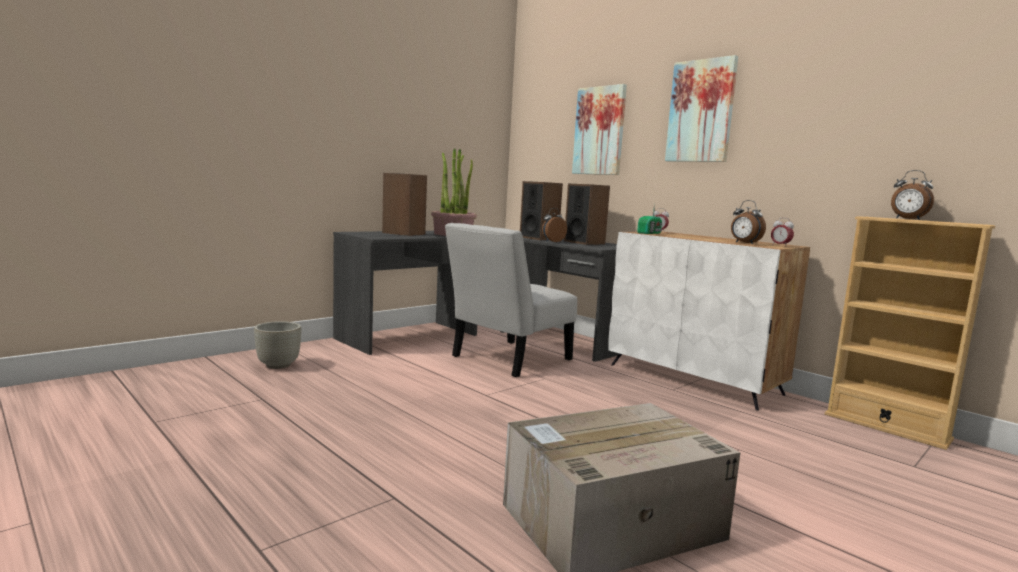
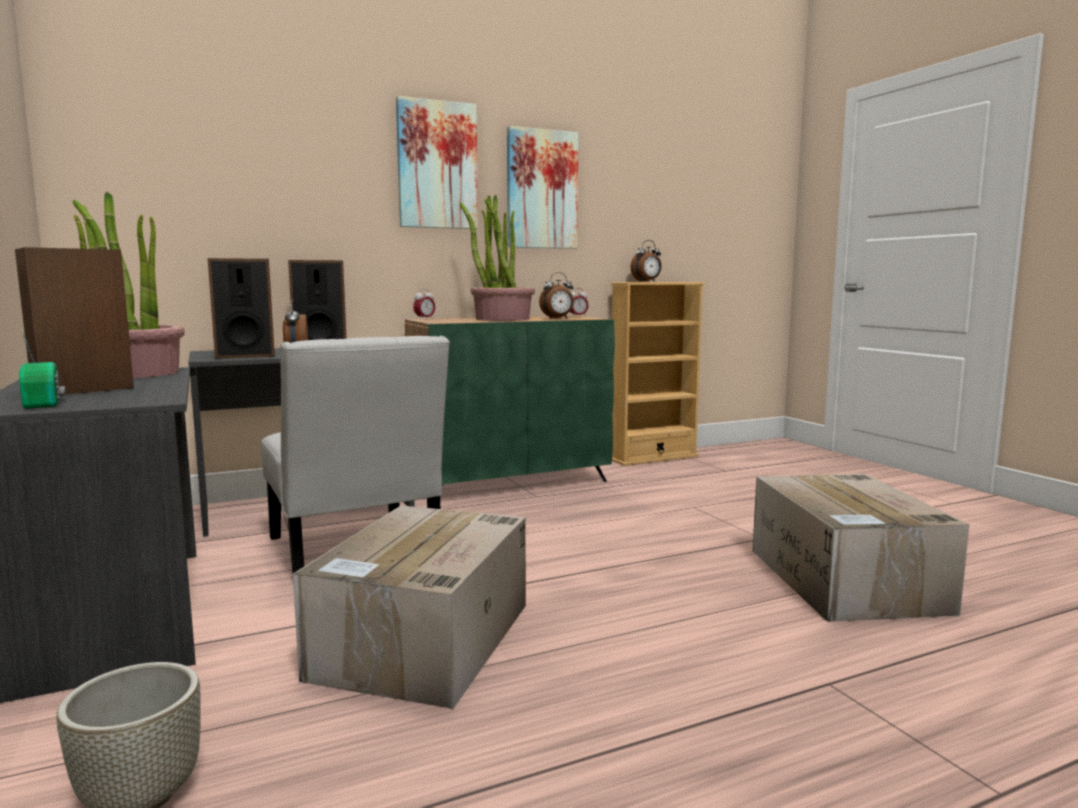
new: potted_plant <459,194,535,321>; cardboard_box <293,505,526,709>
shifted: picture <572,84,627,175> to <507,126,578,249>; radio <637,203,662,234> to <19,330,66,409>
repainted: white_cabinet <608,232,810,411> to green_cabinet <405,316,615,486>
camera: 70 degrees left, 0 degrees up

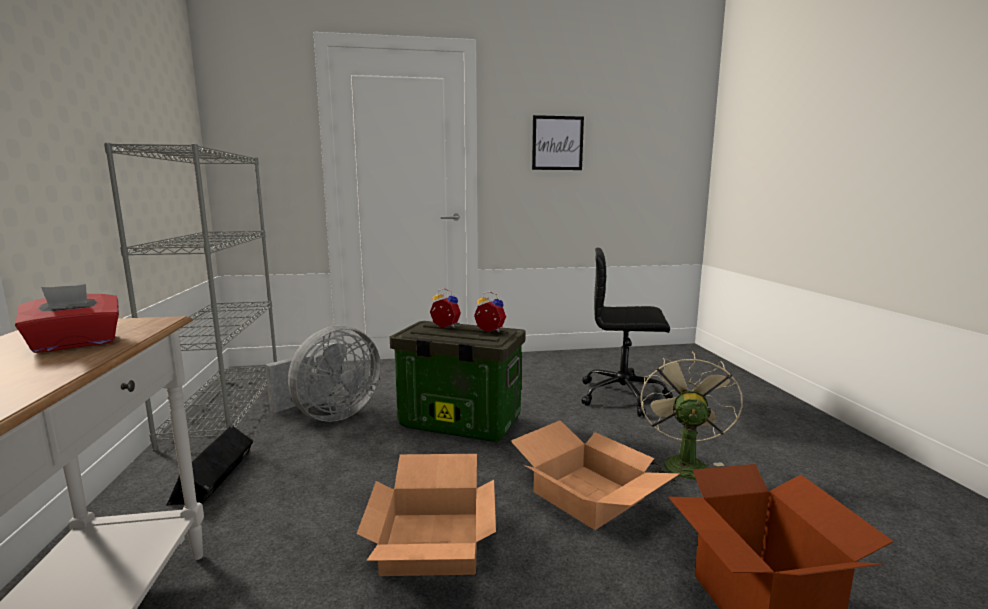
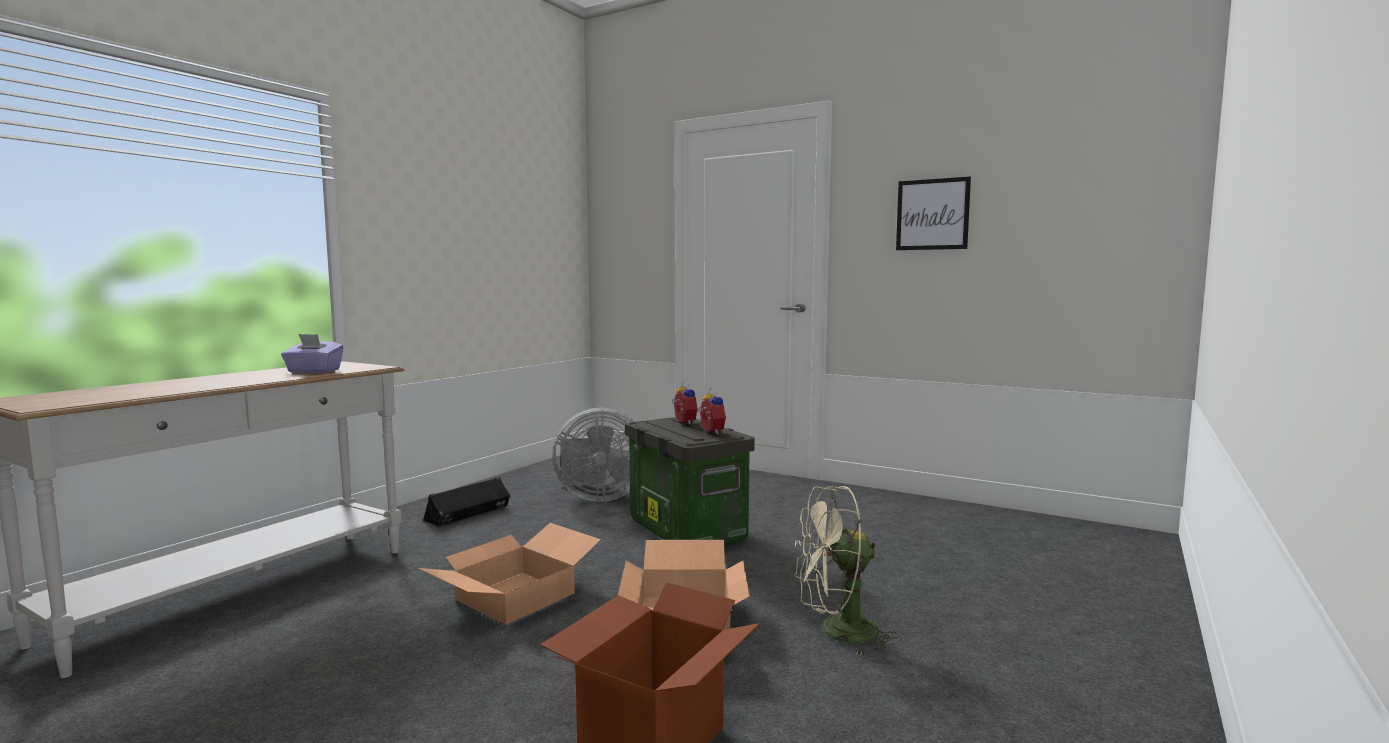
gone: grey_bookcase <104,143,277,451>; black_office_chair <582,248,673,417>
repainted: red_tissue_box <15,284,119,353> to purple_tissue_box <281,334,344,373>
rotated: beige_fan <640,352,743,485> = <795,486,899,656> 150 degrees counterclockwise
camera: 40 degrees right, 5 degrees down

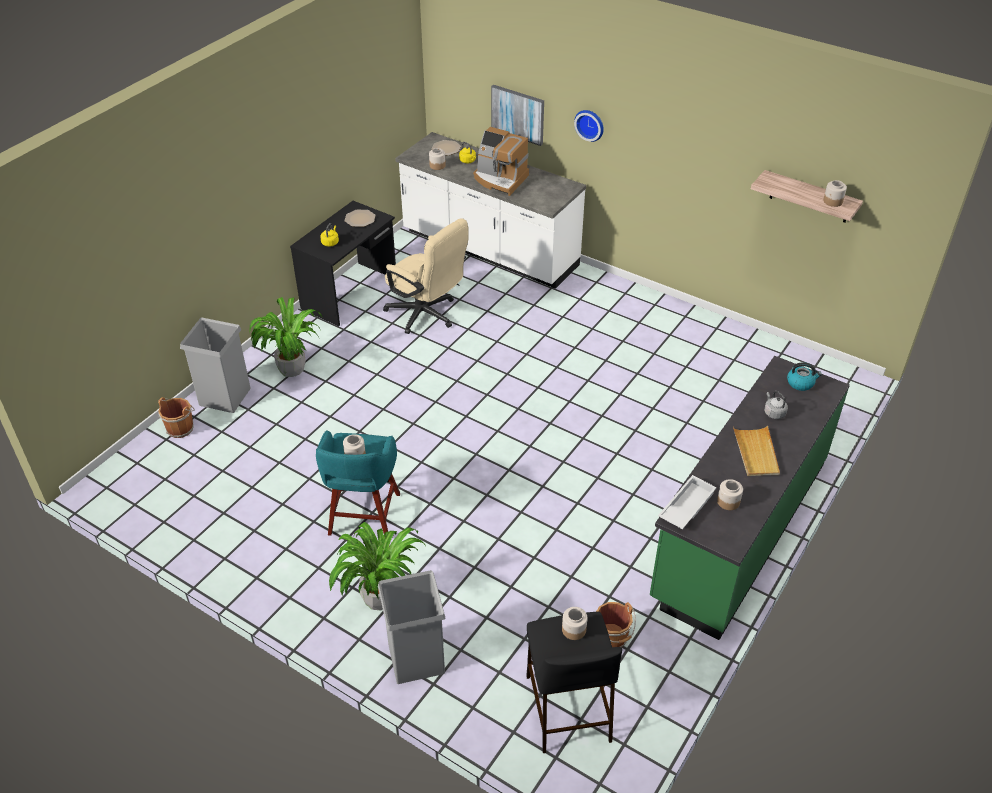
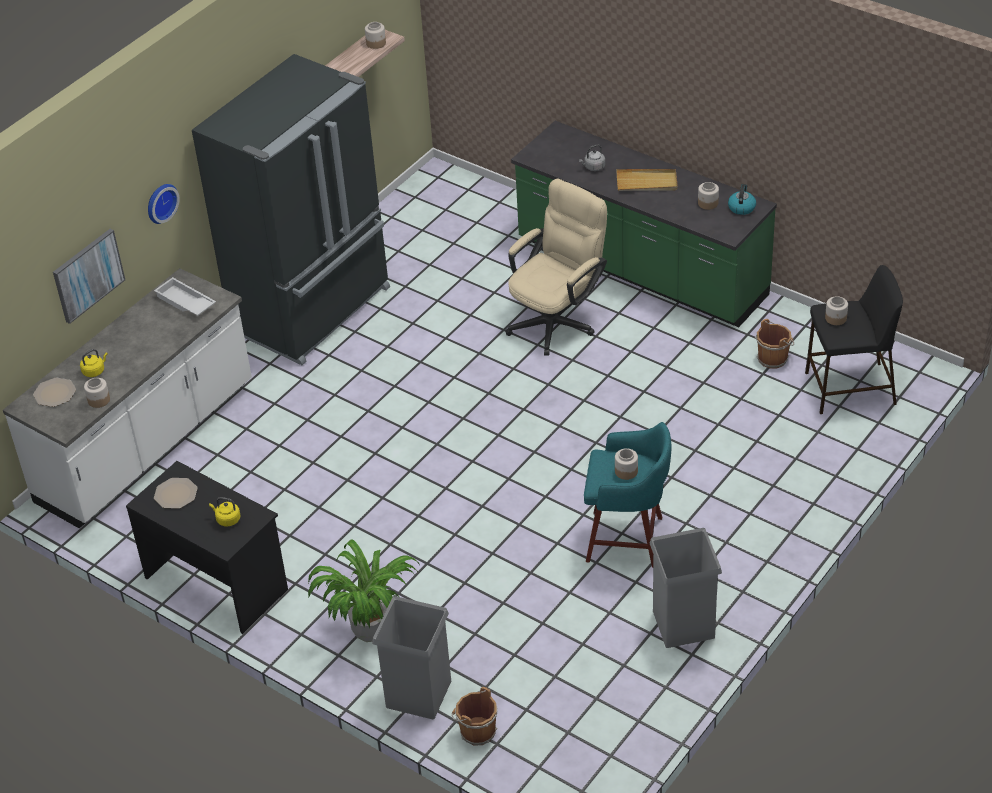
gone: coffee_machine <473,127,529,196>; potted_plant <329,522,426,610>
new: black_fridge <192,54,390,365>
shifted: beige_office_chair <383,218,469,334> to <505,179,607,356>; kettle <787,362,822,391> to <728,184,756,215>; white_tray <658,475,717,529> to <154,277,216,316>; grey_trash_can <378,570,445,684> to <650,528,722,648>
camera: 85 degrees left, 0 degrees up

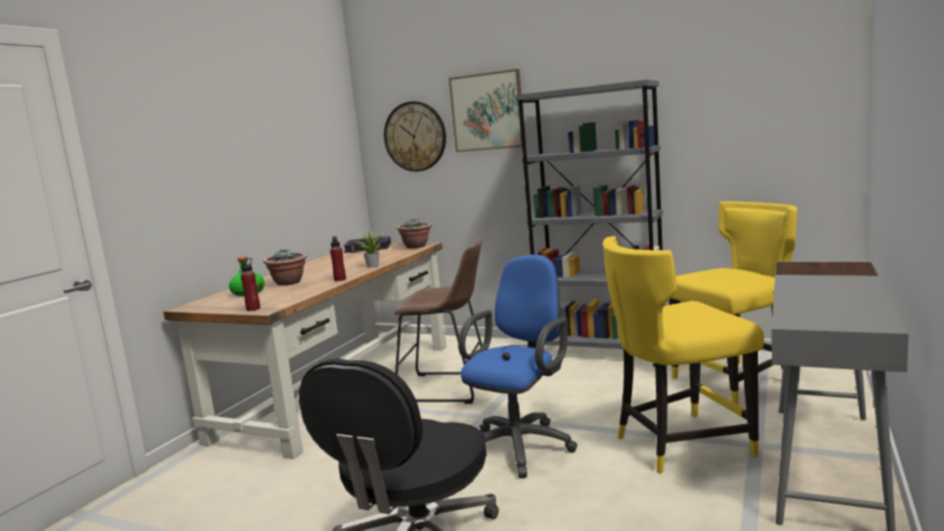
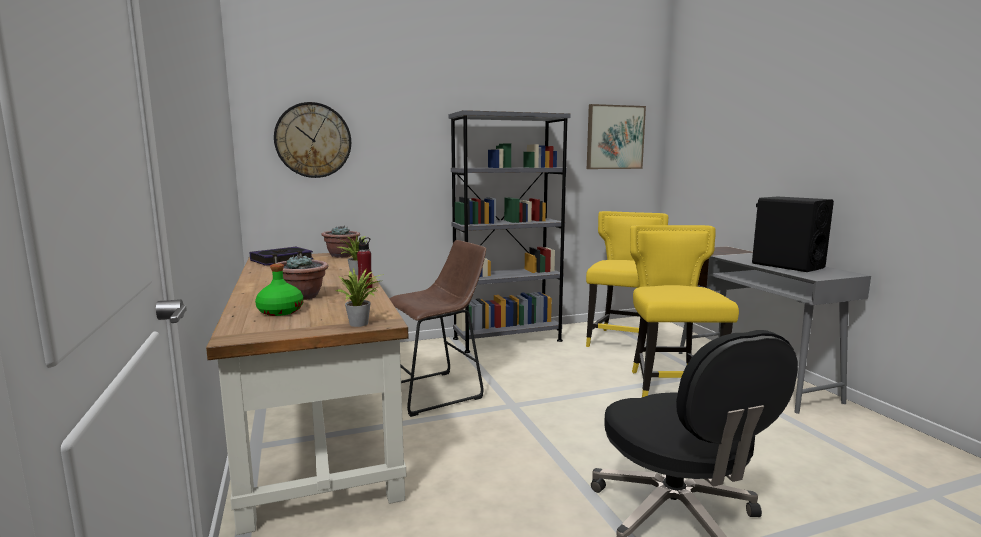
gone: blue_office_chair <458,255,577,478>
new: black_speaker <752,196,834,272>
shifted: picture <449,69,522,152> to <587,104,646,169>
swapped: red_bottle <241,258,260,311> to potted_plant <335,268,384,327>
rotated: yellow_chair <603,236,764,474> = <630,225,739,397> 150 degrees clockwise
camera: 45 degrees left, 0 degrees up

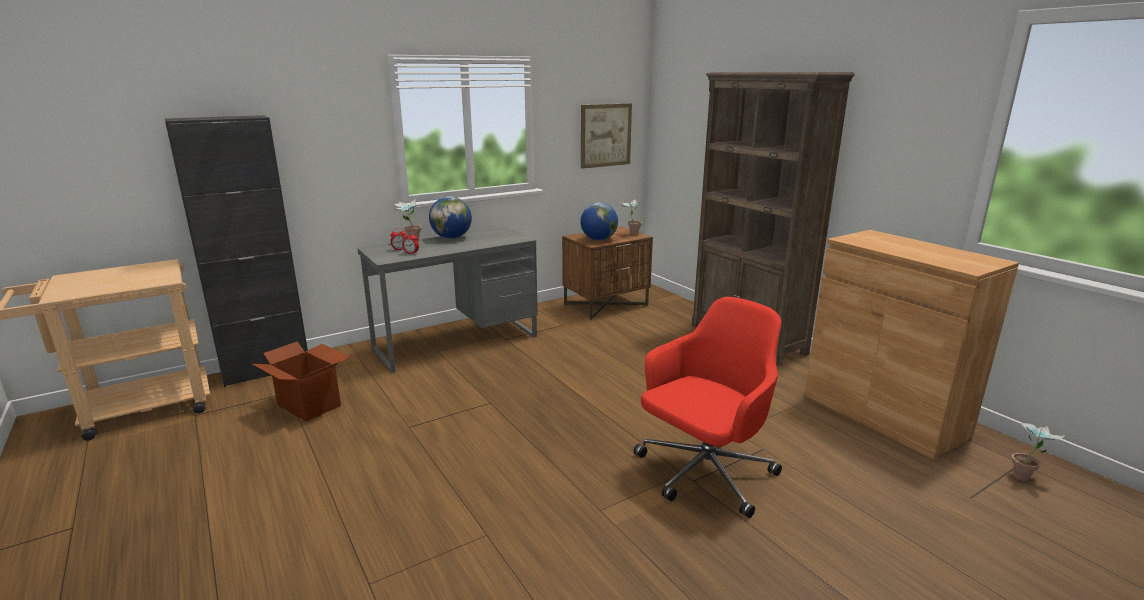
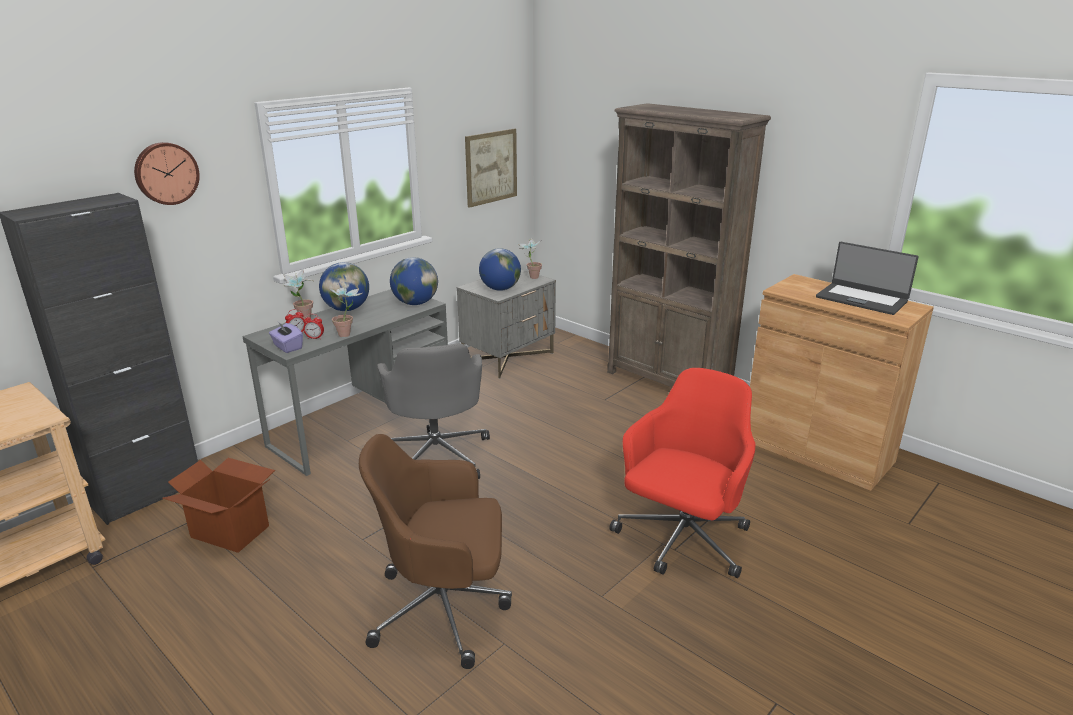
new: wall_clock <134,142,200,205>; laptop <816,242,919,315>; globe <390,257,438,305>; purple_tissue_box <269,322,303,353>; grey_office_chair <377,343,490,479>; brown_office_chair <359,434,512,669>
shifted: potted_plant <1012,423,1065,481> to <330,285,362,337>
repainted: brown_nightstand <562,227,653,320> to grey_nightstand <457,270,556,379>
camera: 15 degrees left, 5 degrees up

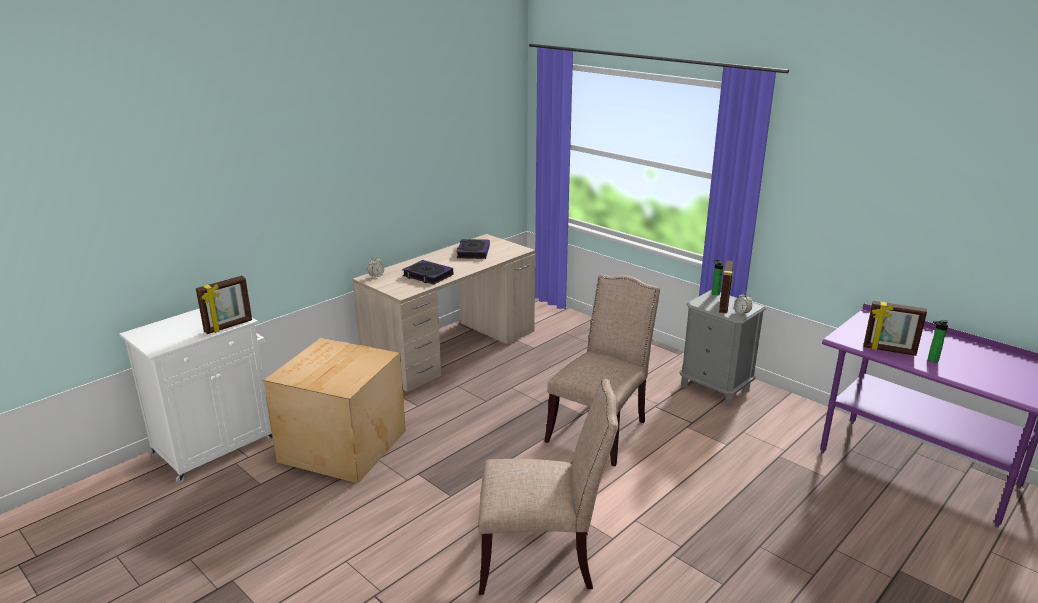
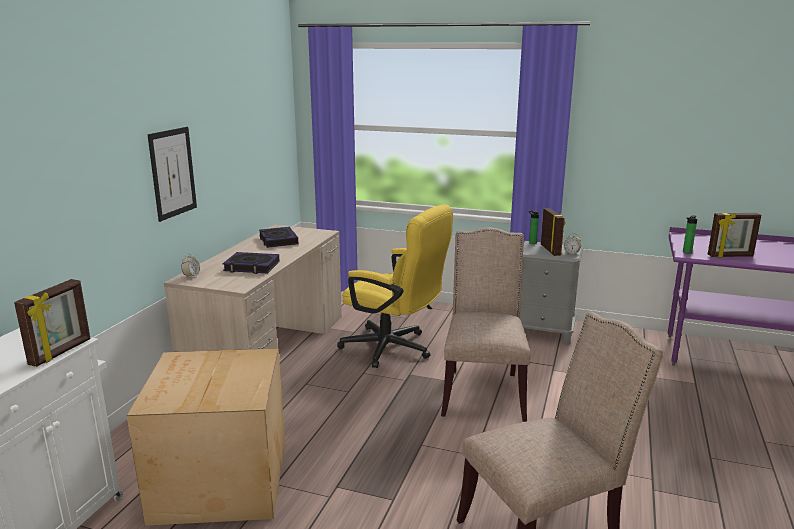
new: picture <148,127,197,222>; yellow_office_chair <337,204,453,368>
shifted: bottle <928,320,948,362> to <683,215,697,253>
camera: 25 degrees left, 5 degrees down

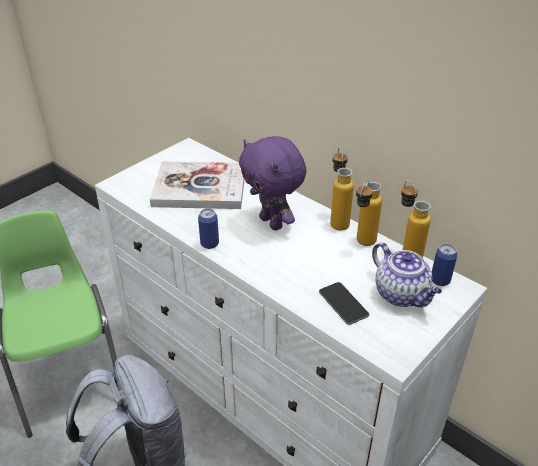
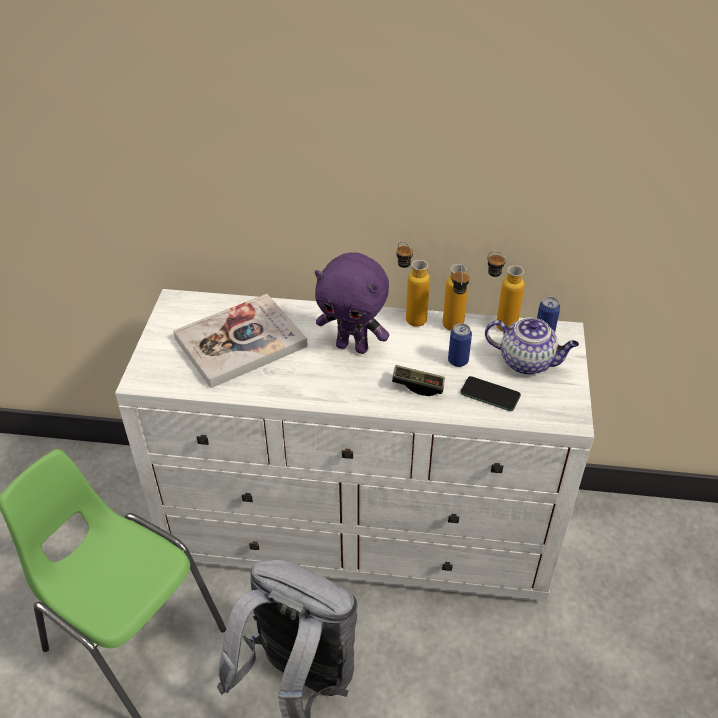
new: game_controller <392,365,445,396>
shifted: can <198,208,219,249> to <448,323,472,367>
camera: 35 degrees left, 5 degrees up

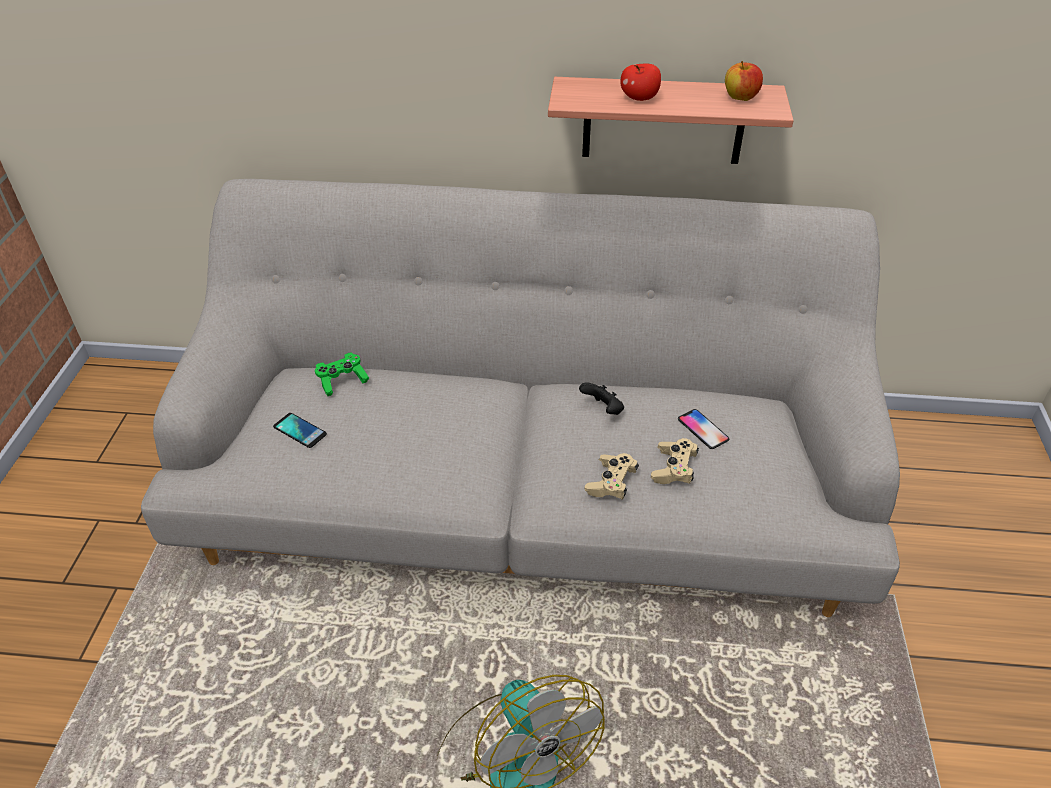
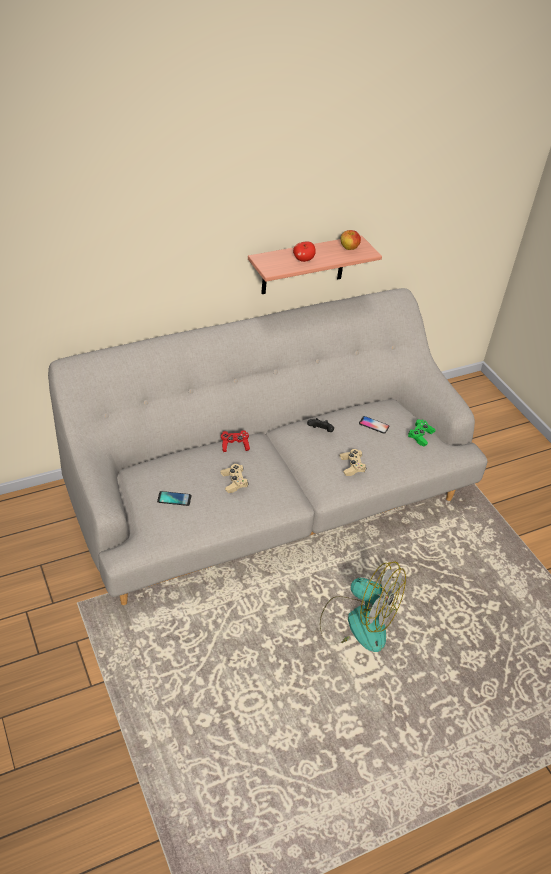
new: red_game_controller <221,430,250,452>
shifted: green_game_controller <315,352,369,396> to <408,419,435,447>; beige_game_controller <651,438,699,484> to <220,464,249,493>
camera: 35 degrees left, 0 degrees up

